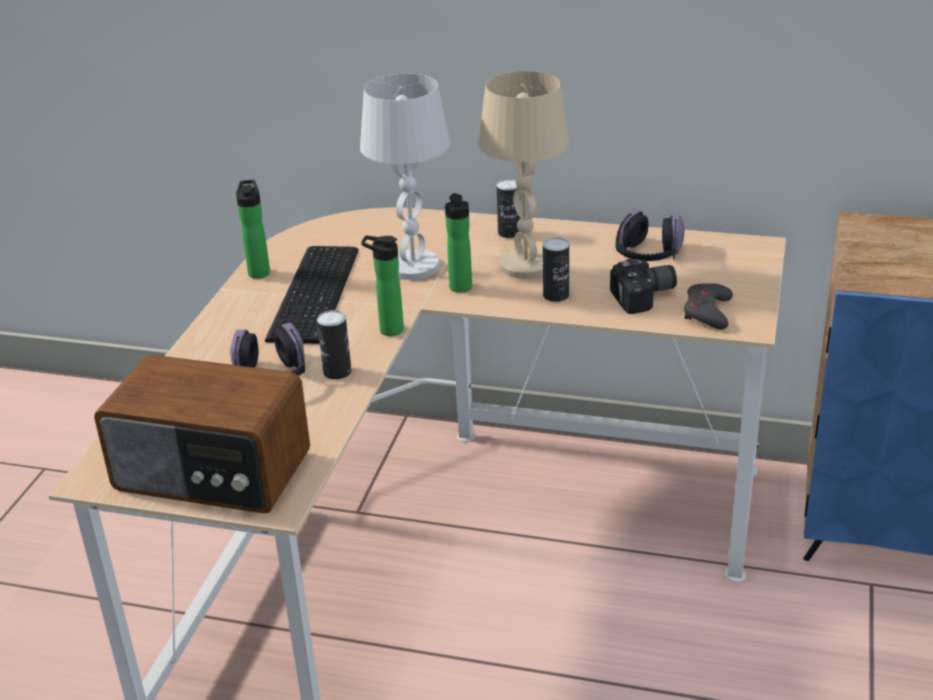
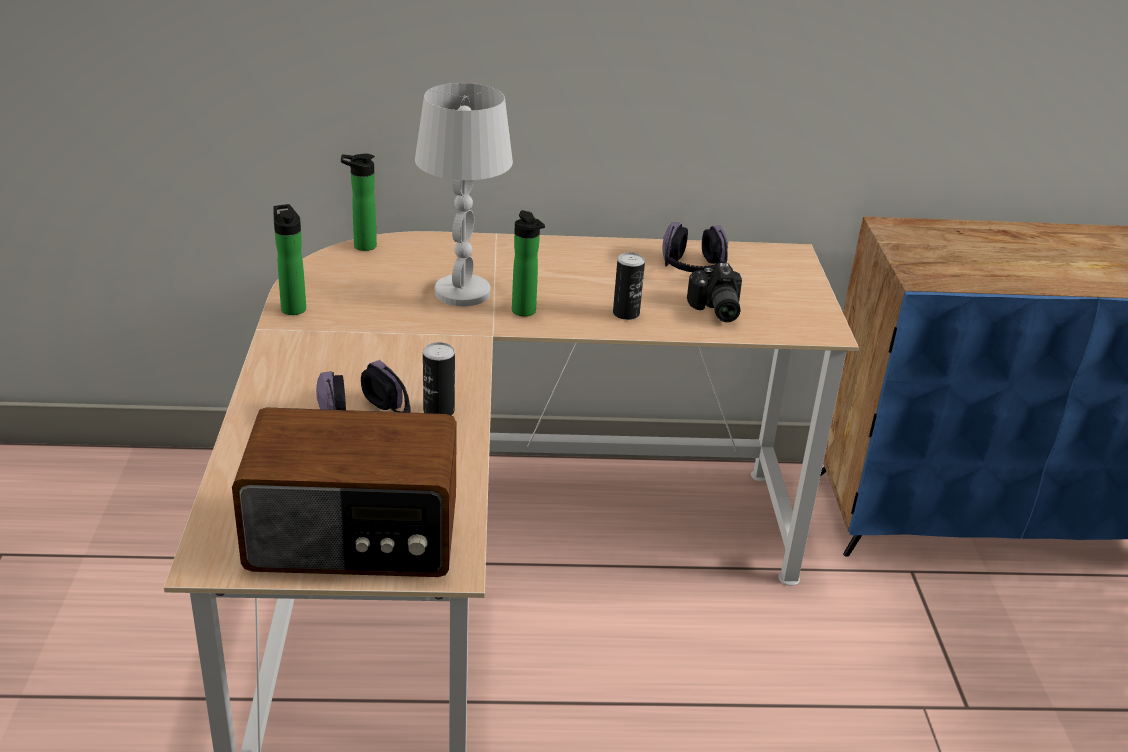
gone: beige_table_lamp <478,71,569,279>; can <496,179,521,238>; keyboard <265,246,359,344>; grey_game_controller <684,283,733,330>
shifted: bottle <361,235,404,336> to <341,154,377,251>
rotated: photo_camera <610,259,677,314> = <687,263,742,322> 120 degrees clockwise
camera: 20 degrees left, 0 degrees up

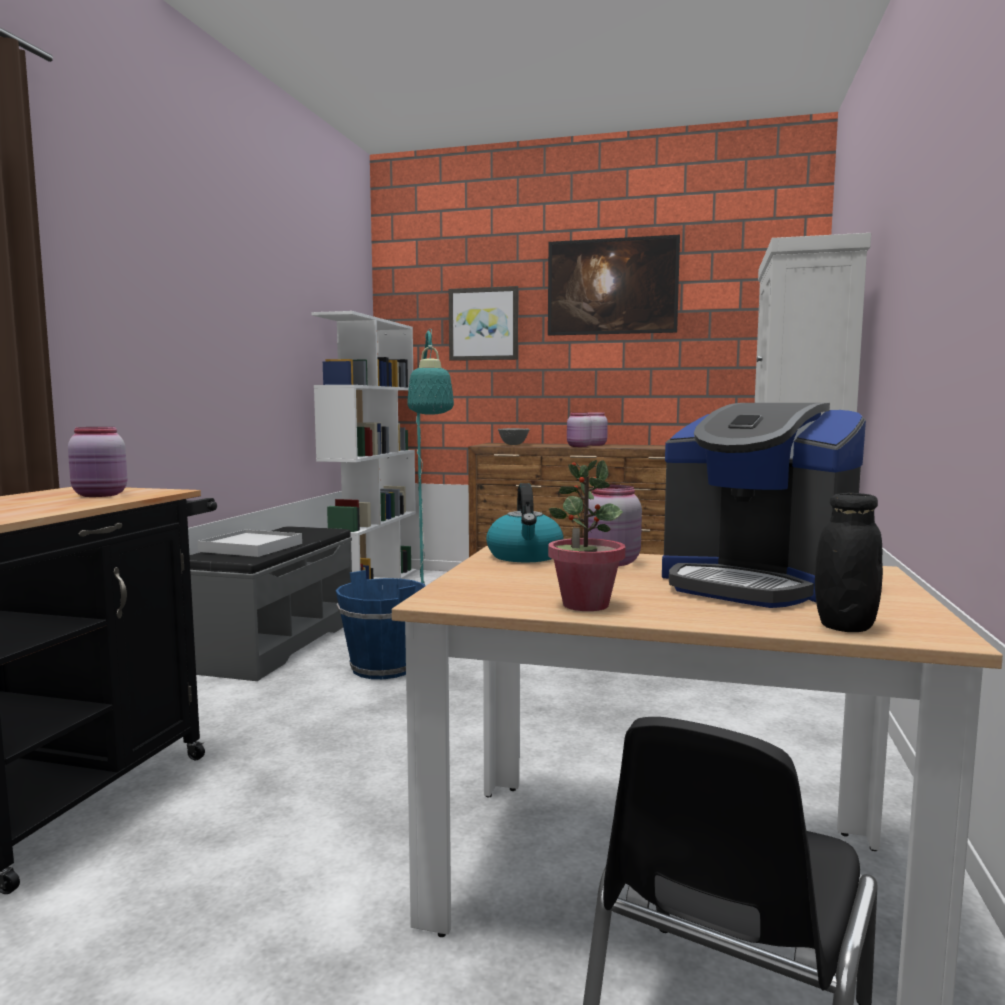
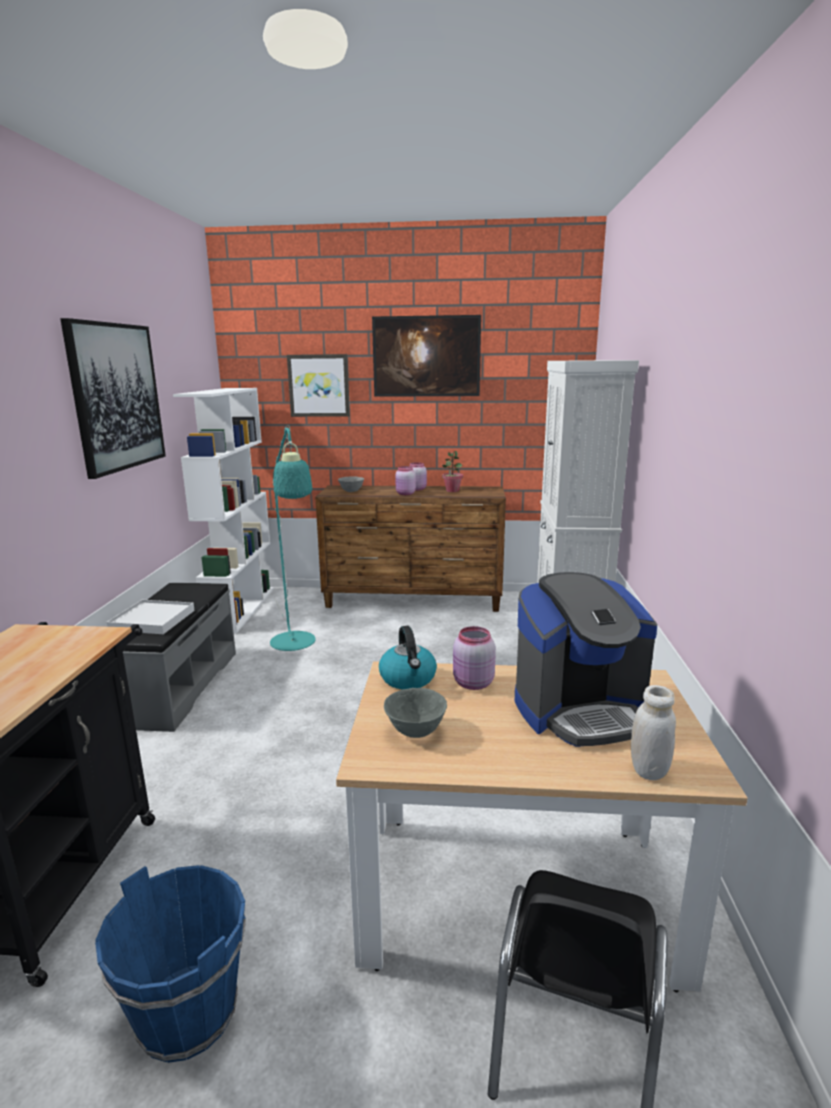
gone: pink_jar <68,427,127,497>
new: picture <60,318,166,479>; grey_bowl <384,688,447,738>
shifted: potted_plant <548,460,625,611> to <442,451,463,492>; blue_bucket <336,570,426,679> to <95,865,246,1063>
repainted: black_jar <815,493,883,632> to white_jar <631,685,676,780>
rotated: coffee_machine <662,403,866,608> = <515,572,658,747> 45 degrees counterclockwise
camera: 10 degrees left, 10 degrees up

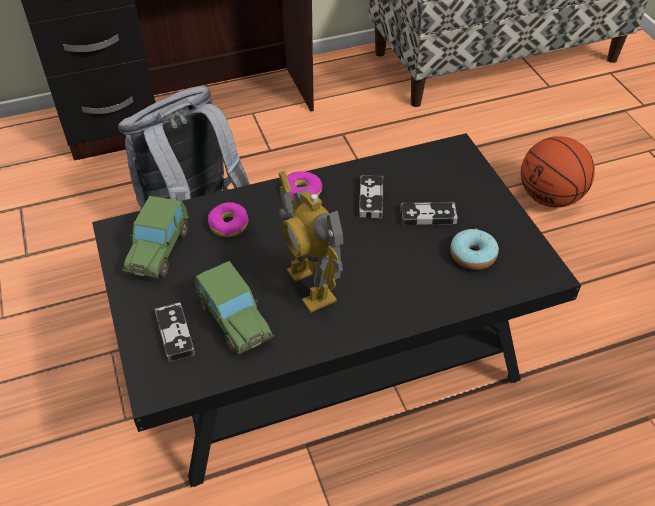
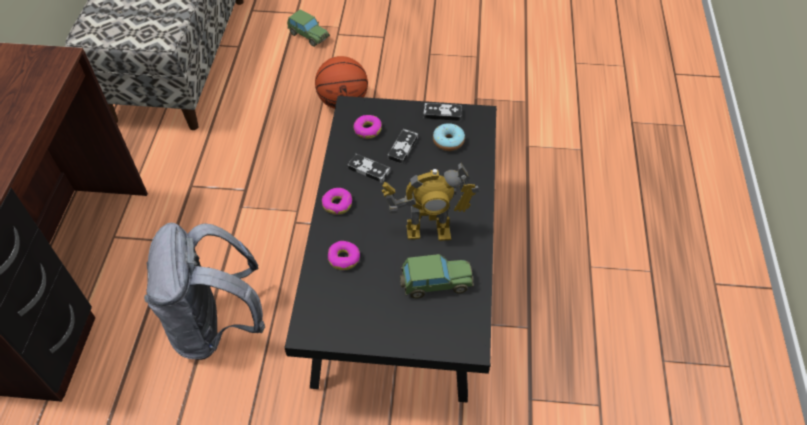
new: donut <354,115,382,139>
shifted: toy_car <122,196,189,278> to <287,9,330,47>; game_controller <154,302,195,362> to <423,103,462,121>
camera: 65 degrees left, 5 degrees up

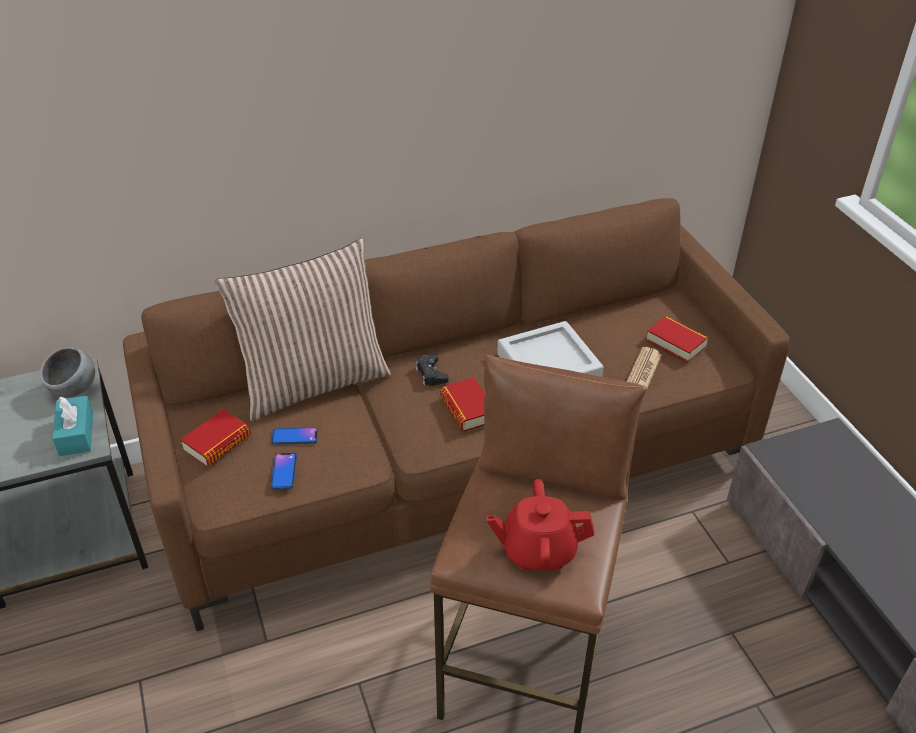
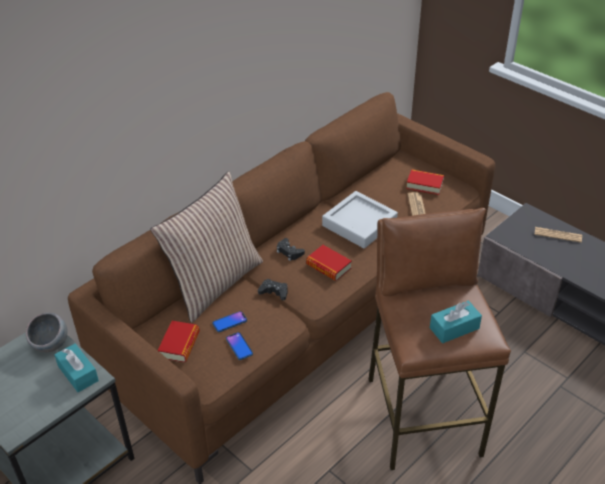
new: newspaper <534,227,582,243>; black_game_controller <258,279,288,300>
swapped: red_teapot <487,479,594,570> to turquoise_tissue_box <430,301,482,343>
camera: 25 degrees left, 0 degrees up

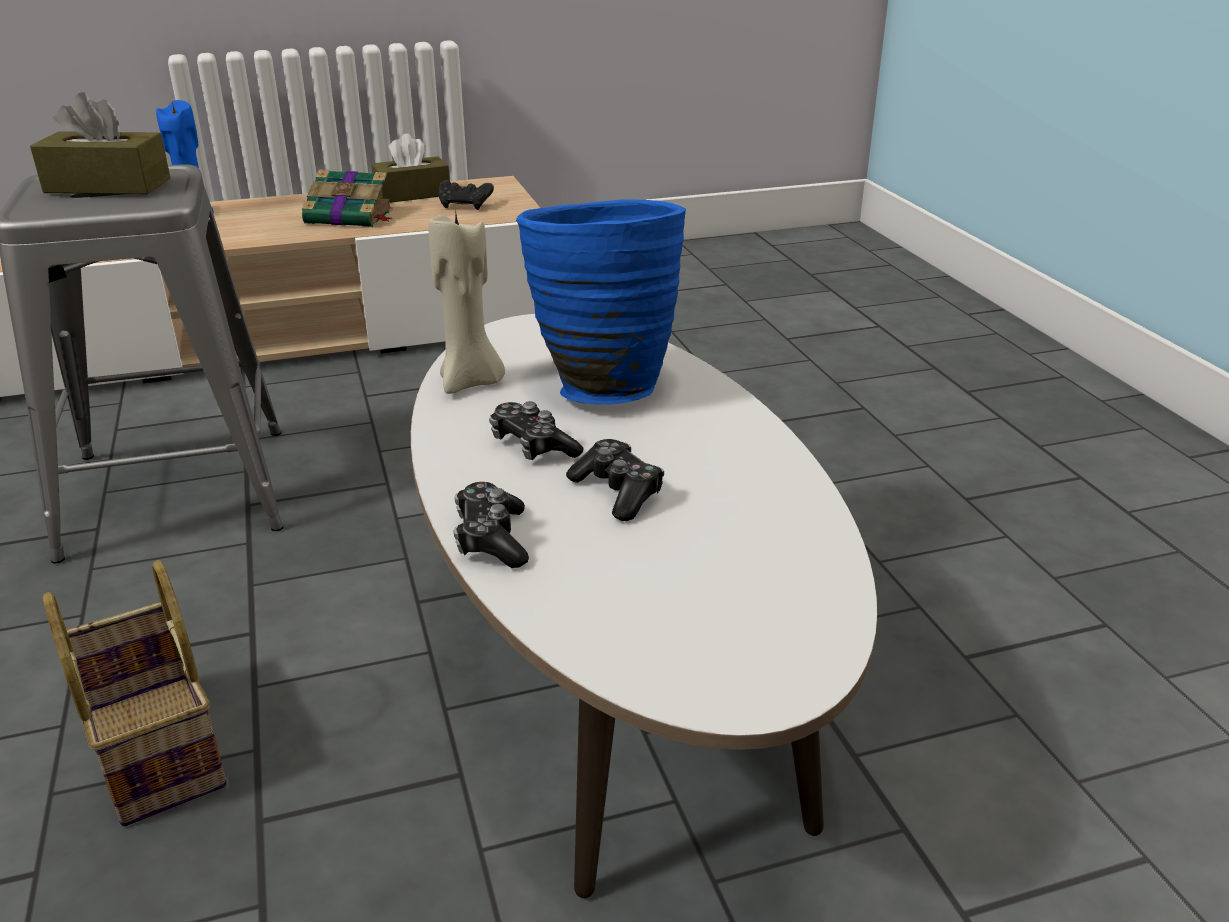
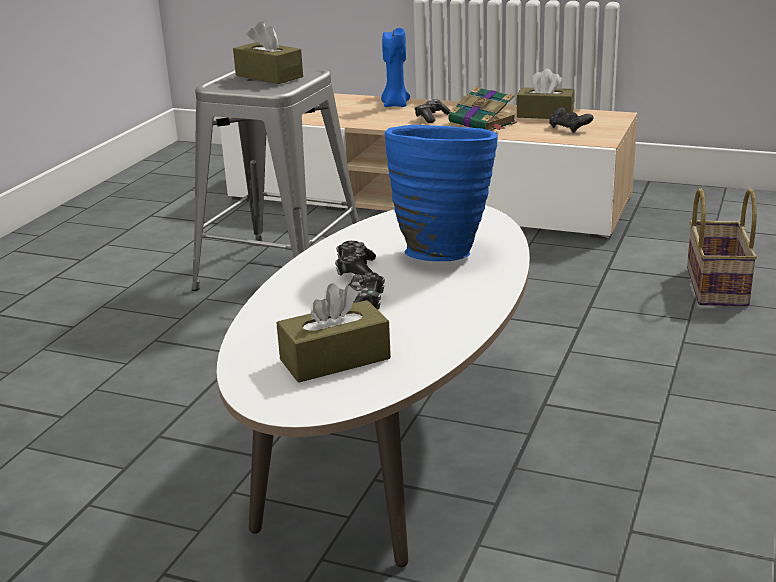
gone: beige_candle <428,208,505,394>
new: brown_tissue_box <276,283,391,383>
shifted: game_controller <454,482,529,568> to <415,99,450,123>; basket <43,560,227,826> to <687,188,757,306>
camera: 40 degrees right, 5 degrees down

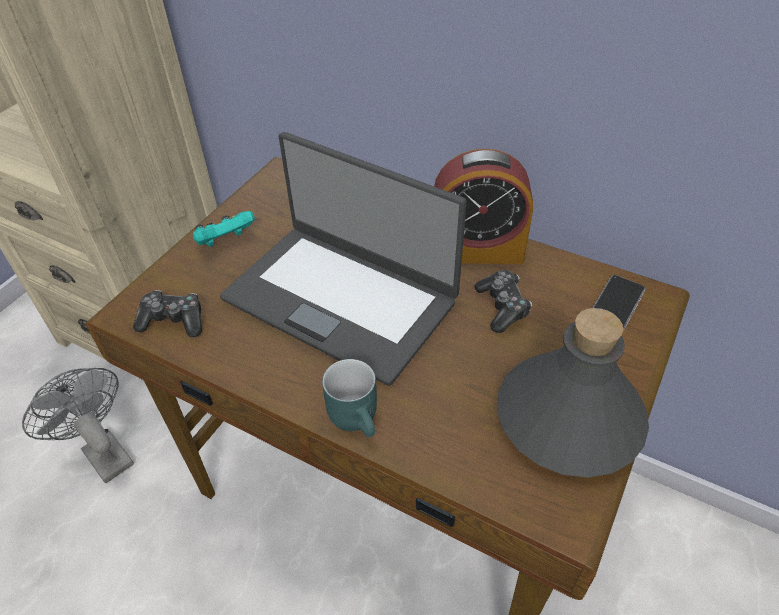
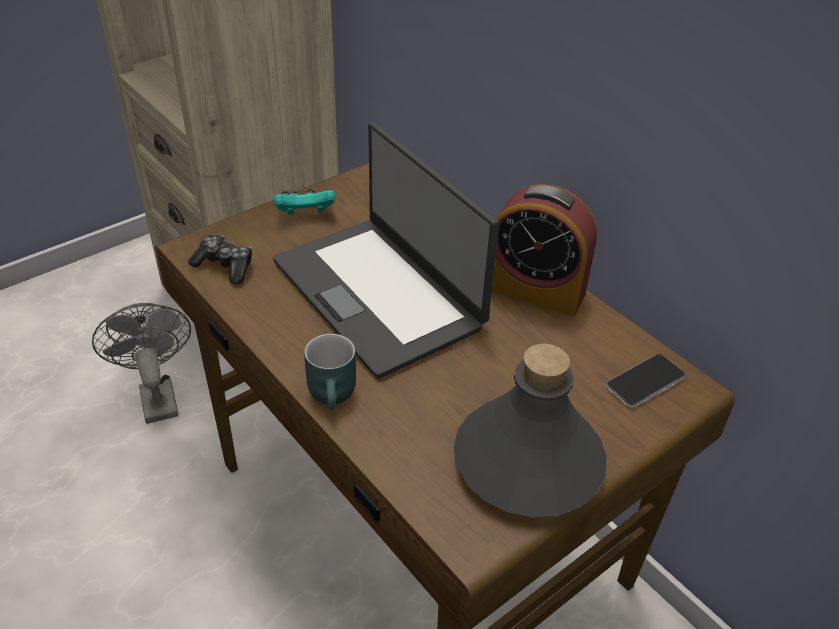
gone: game_controller <475,270,532,333>
camera: 20 degrees right, 5 degrees down

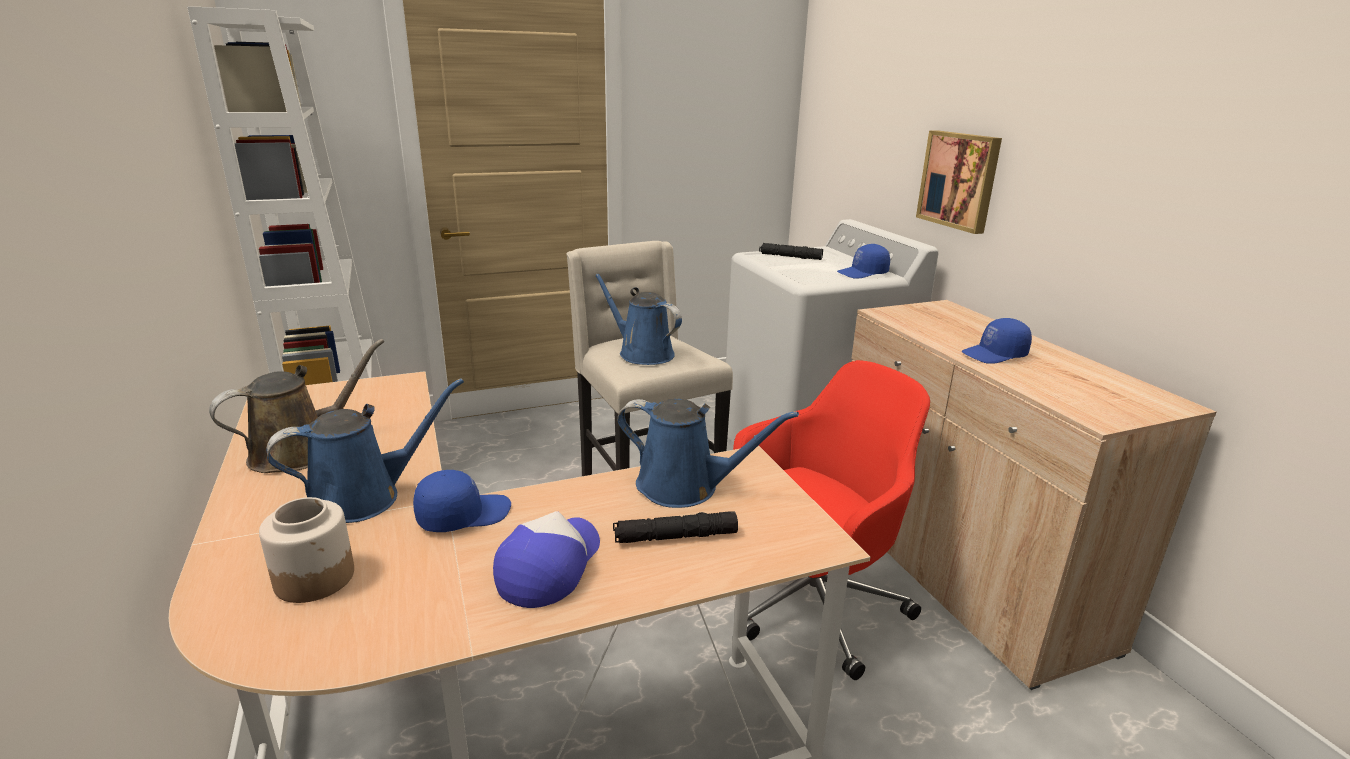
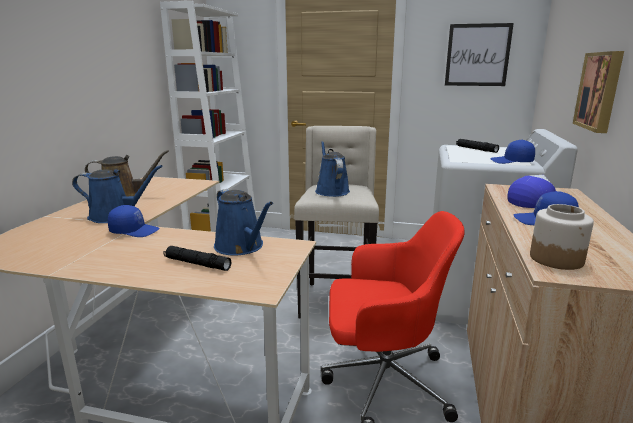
new: picture <445,23,514,86>
shifted: jar <259,497,354,603> to <530,204,594,270>; cap <493,511,600,608> to <507,175,556,208>
camera: 35 degrees right, 5 degrees down

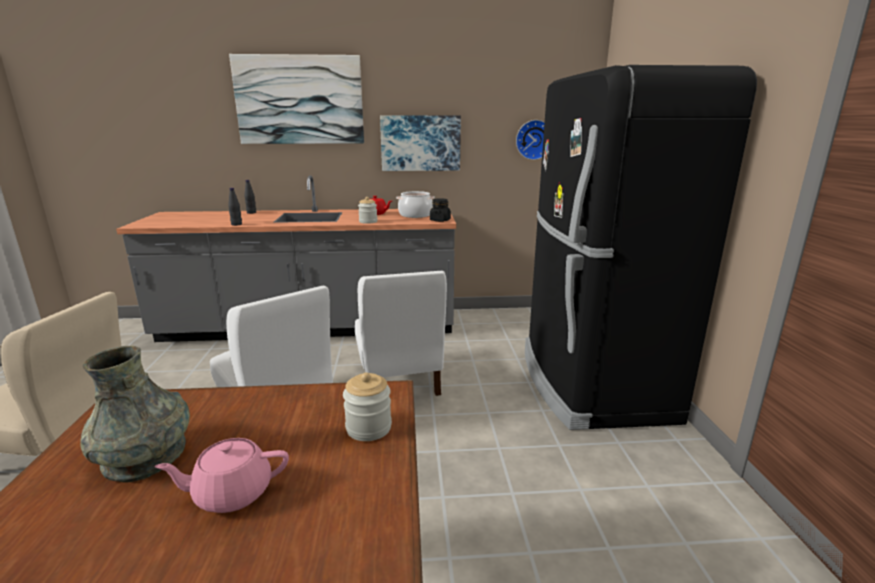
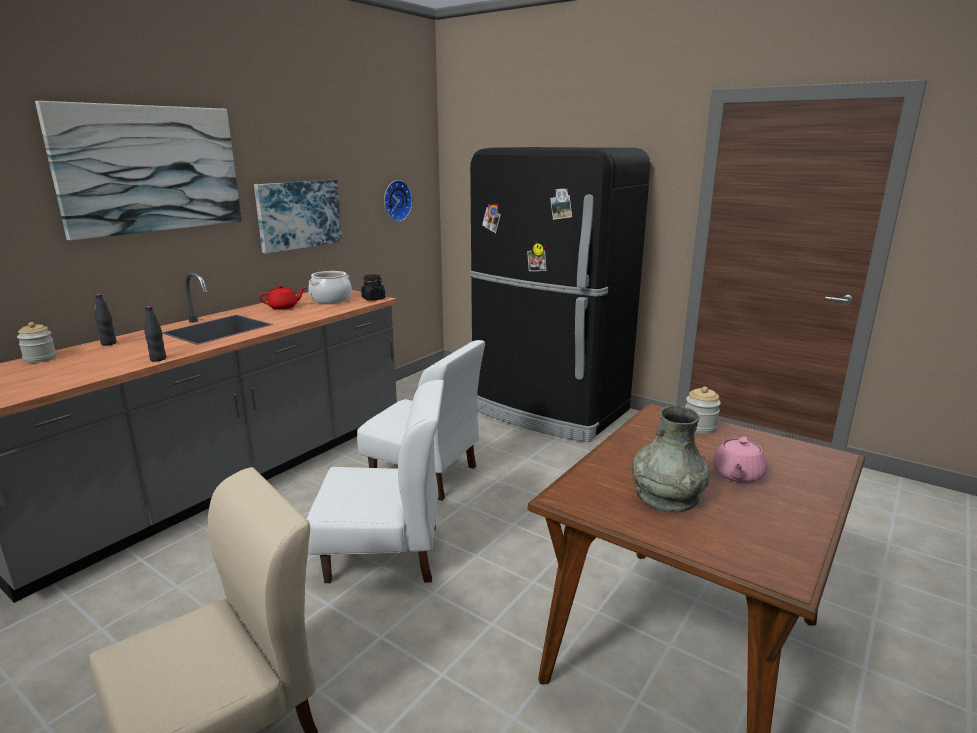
shifted: jar <358,197,378,224> to <17,322,57,363>
camera: 50 degrees left, 0 degrees up

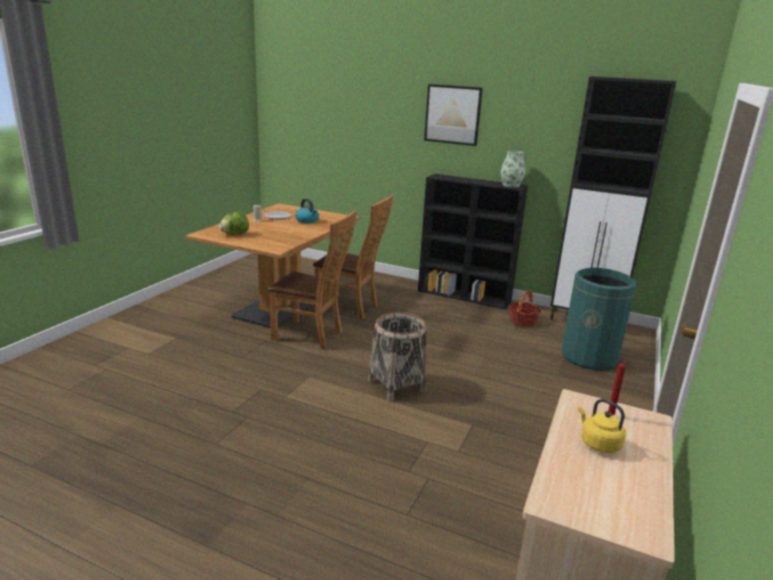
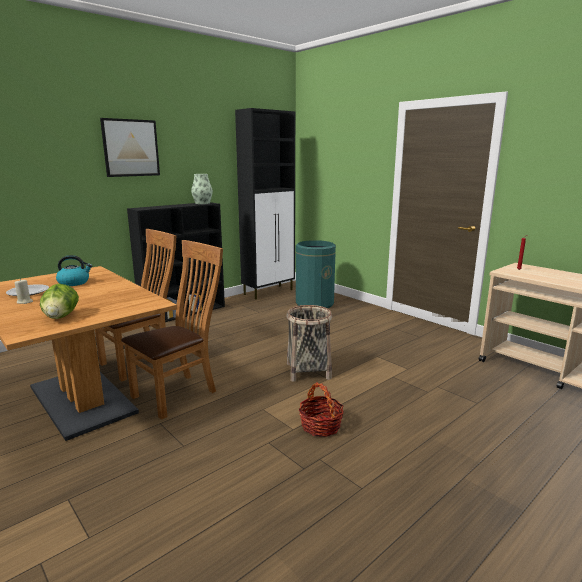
gone: yellow_kettle <578,399,626,453>
shifted: basket <509,291,541,327> to <299,382,344,437>
camera: 65 degrees left, 5 degrees down

